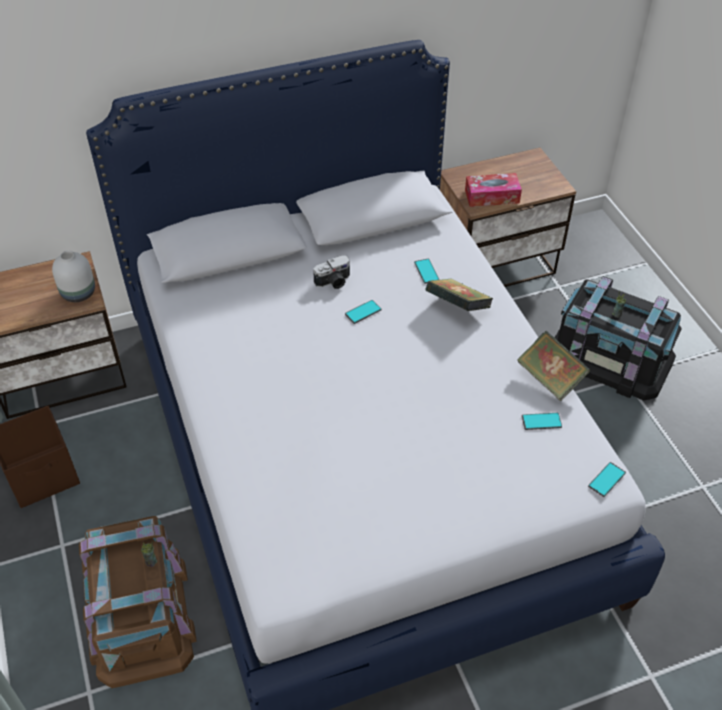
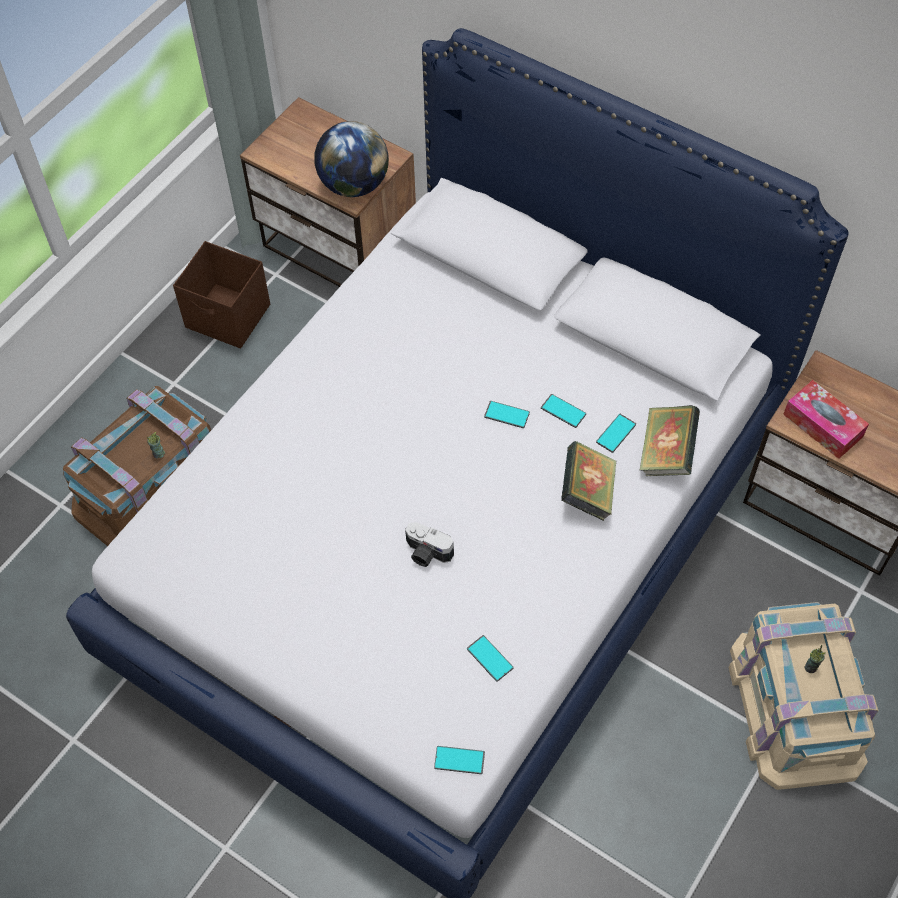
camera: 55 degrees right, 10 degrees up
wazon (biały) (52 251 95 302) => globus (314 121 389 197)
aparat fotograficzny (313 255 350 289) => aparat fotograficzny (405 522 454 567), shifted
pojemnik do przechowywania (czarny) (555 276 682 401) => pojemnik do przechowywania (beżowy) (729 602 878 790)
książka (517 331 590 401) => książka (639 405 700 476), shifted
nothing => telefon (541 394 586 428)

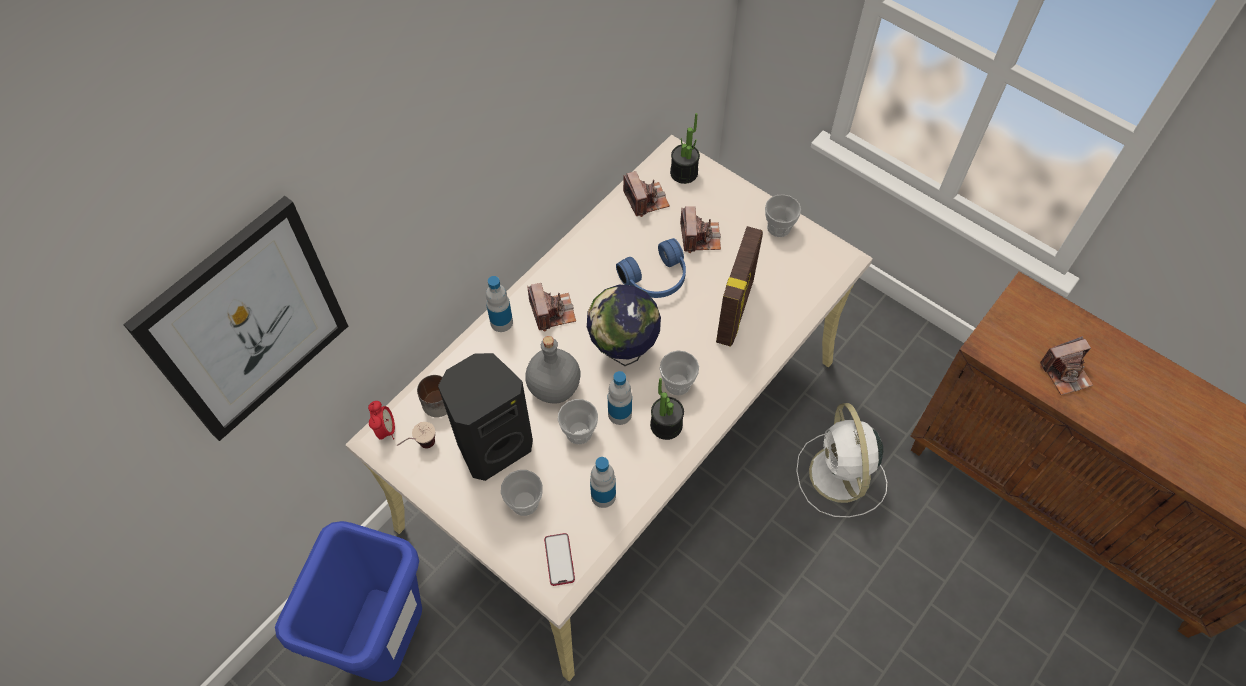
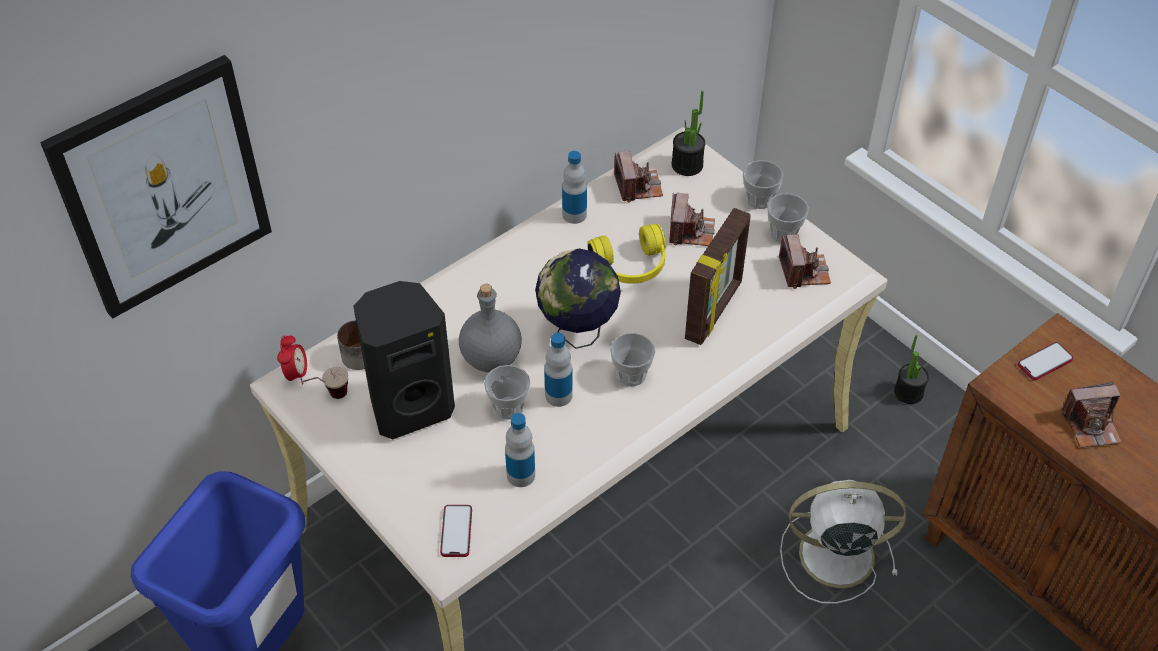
camera: 10 degrees right, 10 degrees down
słuchawki (niebieski) (616 238 686 298) => słuchawki (żółty) (587 224 666 284)
butelka (486 276 513 332) => butelka (562 151 587 224), shifted
aparat fotograficzny (527 283 576 331) => aparat fotograficzny (779 234 831 289), shifted
roślina doniczkowa (650 378 684 440) => roślina doniczkowa (894 335 929 404), shifted
wentylator (biały) (796 403 887 518) => wentylator (biały) (780 480 906 604), 90 degrees clockwise
filiżanka (501 470 543 516) => filiżanka (743 160 783 209), shifted
nothing => telefon (1018 342 1073 380)

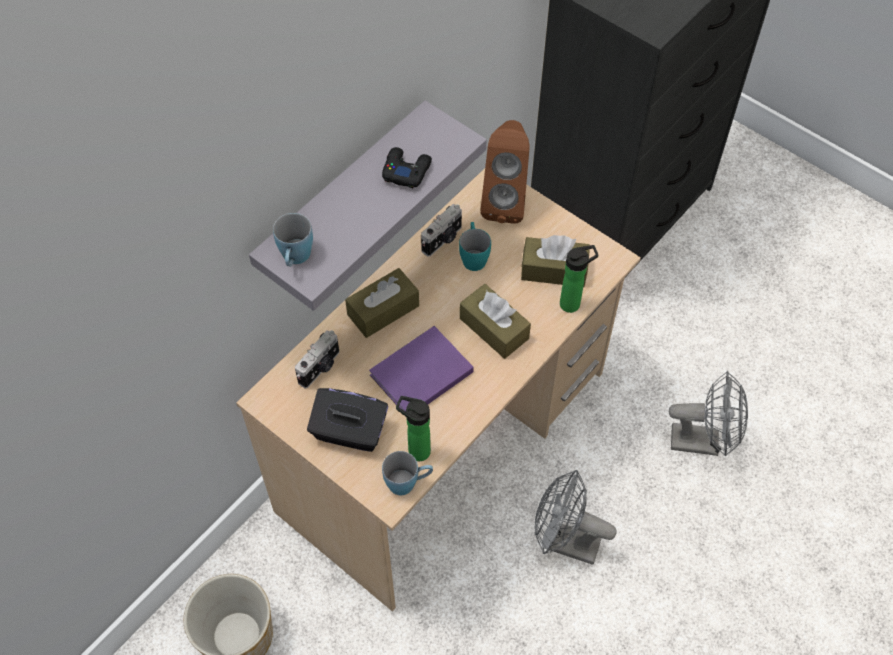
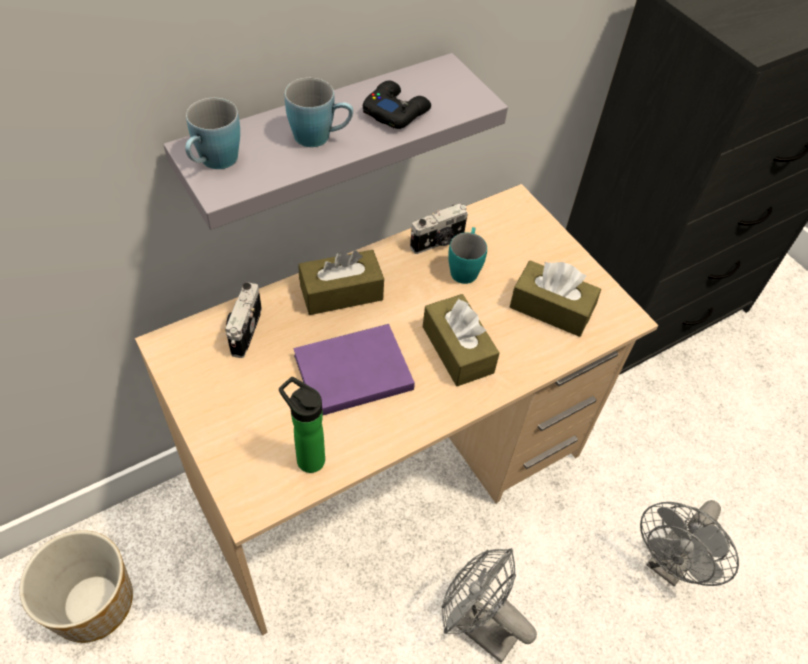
camera: 15 degrees right, 5 degrees down
głośnik (brązowy) (480 120 529 224) => nothing
butelka (560 245 598 313) => nothing
aparat fotograficzny (295 330 339 388) => aparat fotograficzny (225 282 262 358), 135 degrees clockwise
wentylator (szary) (669 371 748 457) => wentylator (szary) (640 500 739 586), 105 degrees clockwise
pudełko chusteczek (czarny) (307 388 388 452) => nothing
kubek (niebieski) (382 451 433 496) => kubek (niebieski) (285 78 353 147), shifted

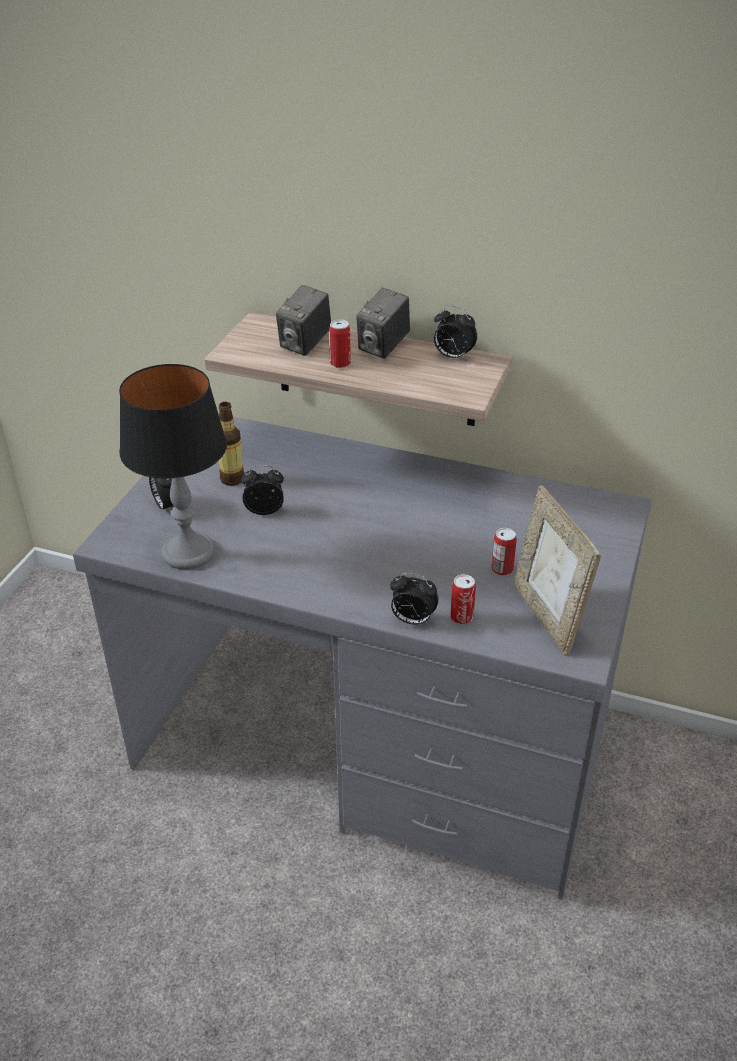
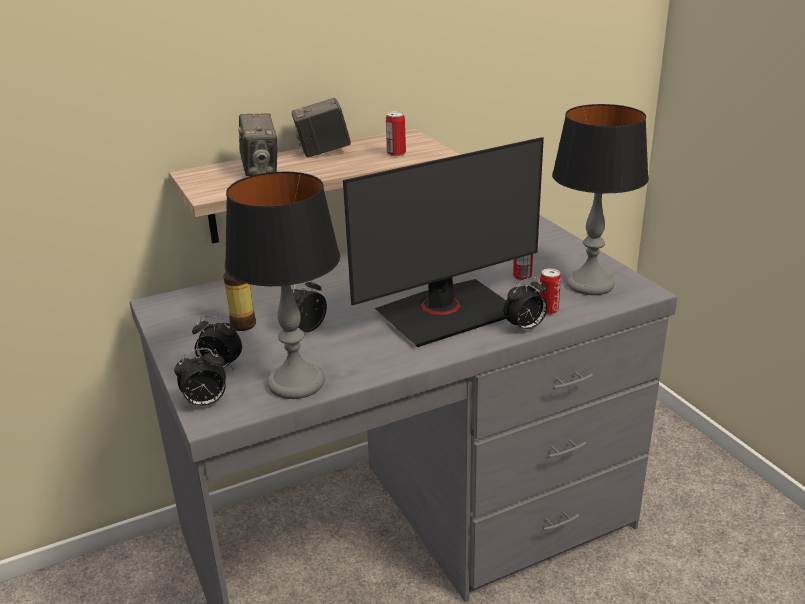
camera: 45 degrees left, 10 degrees down
aparat fotograficzny (356 288 410 359) => aparat fotograficzny (292 97 351 158), 90 degrees clockwise
budzik (434 306 477 361) => budzik (174 348 226 408), shifted
puszka (329 320 351 368) => puszka (386 111 406 156), shifted
ramka na zdjęcie (514 485 601 656) => lampa stołowa (552 104 649 295)
nothing => monitor (343 137 544 347)

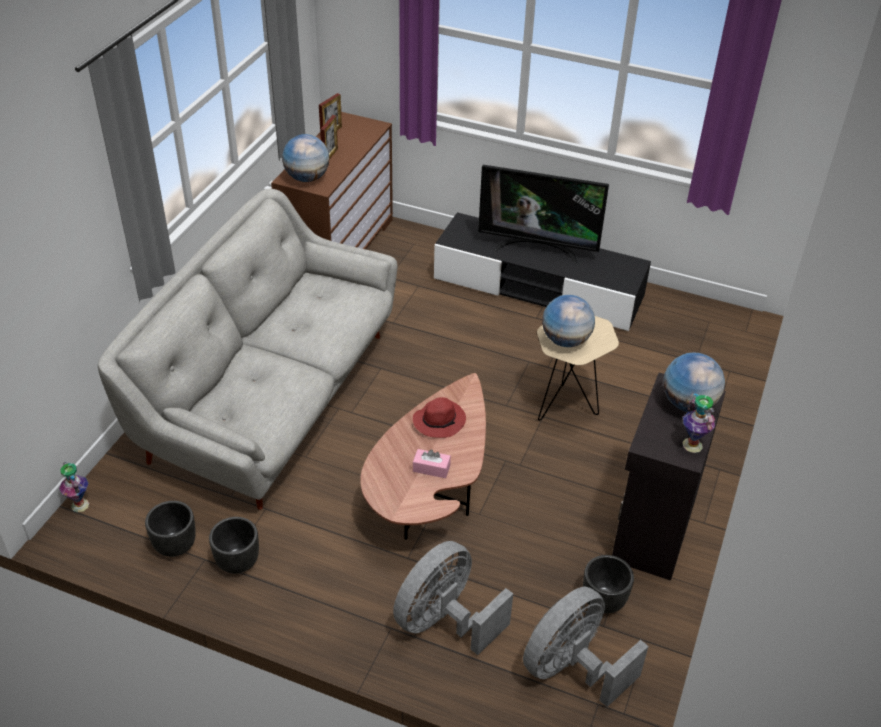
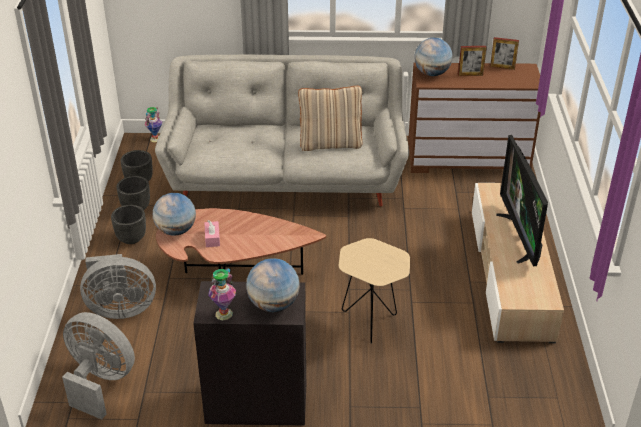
camera: 70 degrees right, 5 degrees down
szafka pod telewizor (czarny) (434 212 651 331) => szafka pod telewizor (beżowy) (472 183 564 343)
globus (542 295 595 347) => globus (153 193 196 236), shifted
kapelusz (czerwony) (413 397 466 438) => nothing
wentylator (szary) (393 541 513 655) => wentylator (szary) (80 254 156 319), 150 degrees clockwise
donica (czarny) (583 555 634 613) => donica (czarny) (111 205 146 244), shifted
nothing => poduszka (beżowy) (298 86 363 151)

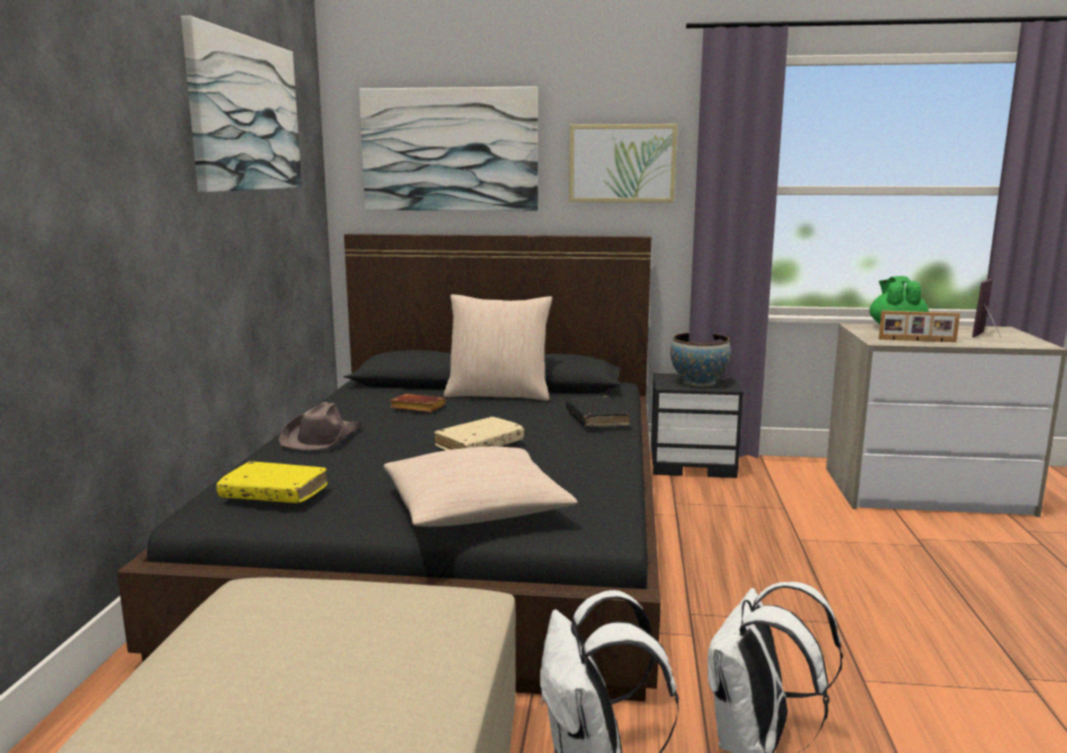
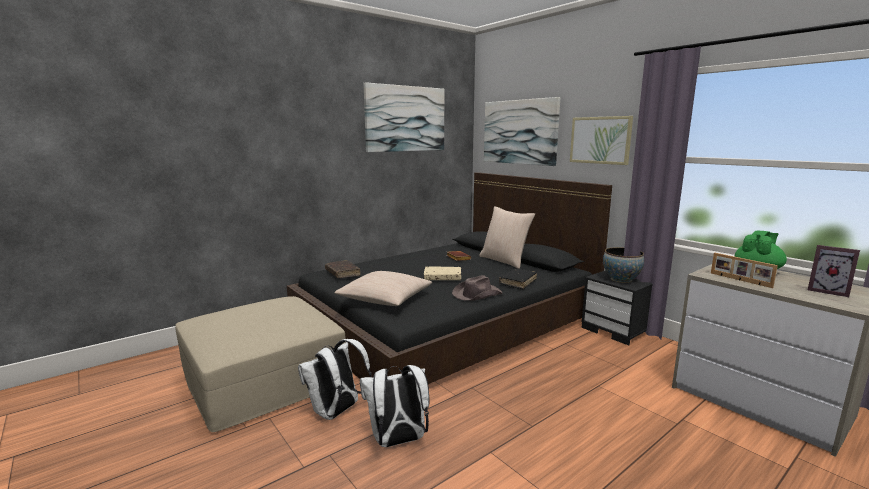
camera: 45 degrees right, 0 degrees up
ramka na zdjęcie (972 279 1000 337) => ramka na zdjęcie (808 245 860 297), 135 degrees counterclockwise
kapelusz (brązowy) (279 402 362 450) => kapelusz (brązowy) (452 275 503 301), shifted
książka (żółty) (216 461 328 503) => książka (brązowy) (325 260 361 278)

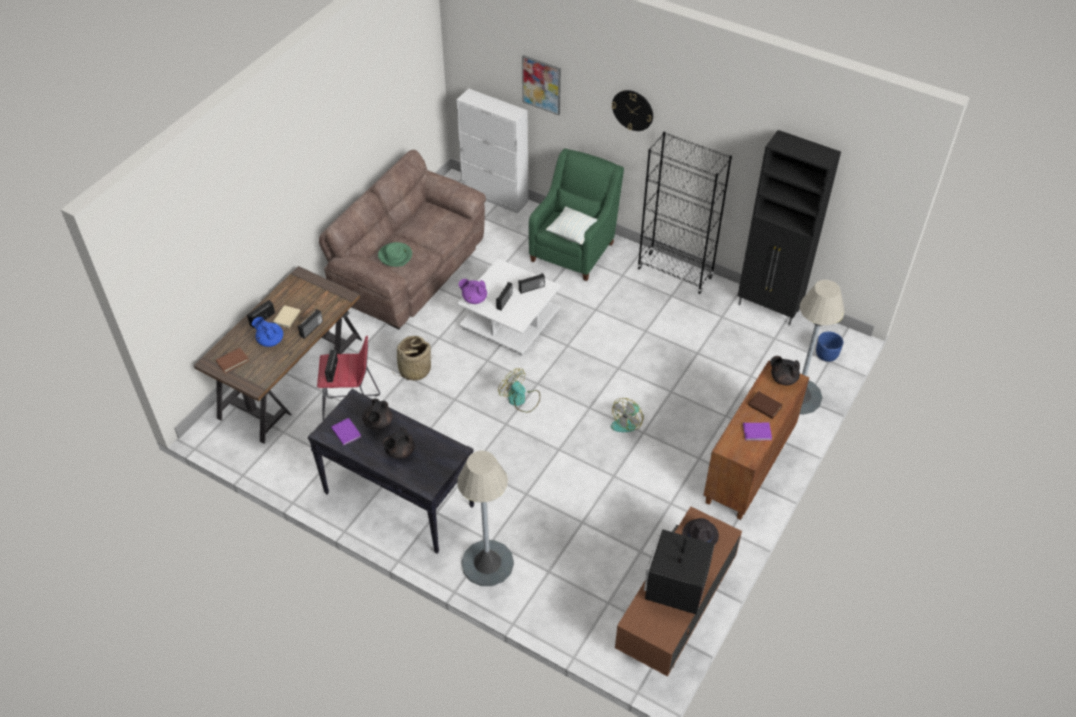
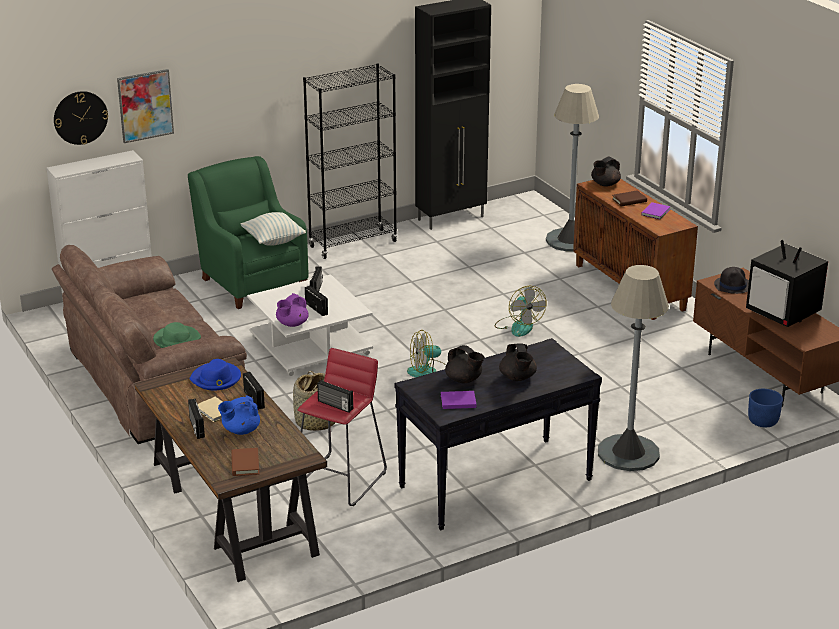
camera: 60 degrees left, 20 degrees down
zegar ścienny (612 90 653 131) => zegar ścienny (54 91 108 145), shifted
donica (niebieski) (816 331 843 362) => donica (niebieski) (748 389 783 427), shifted
nothing => kapelusz (niebieski) (190 359 241 390)

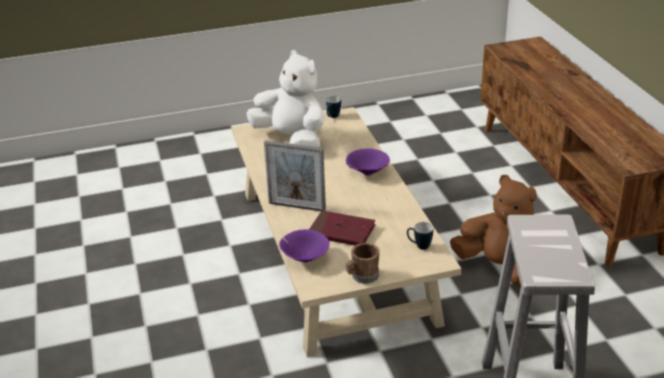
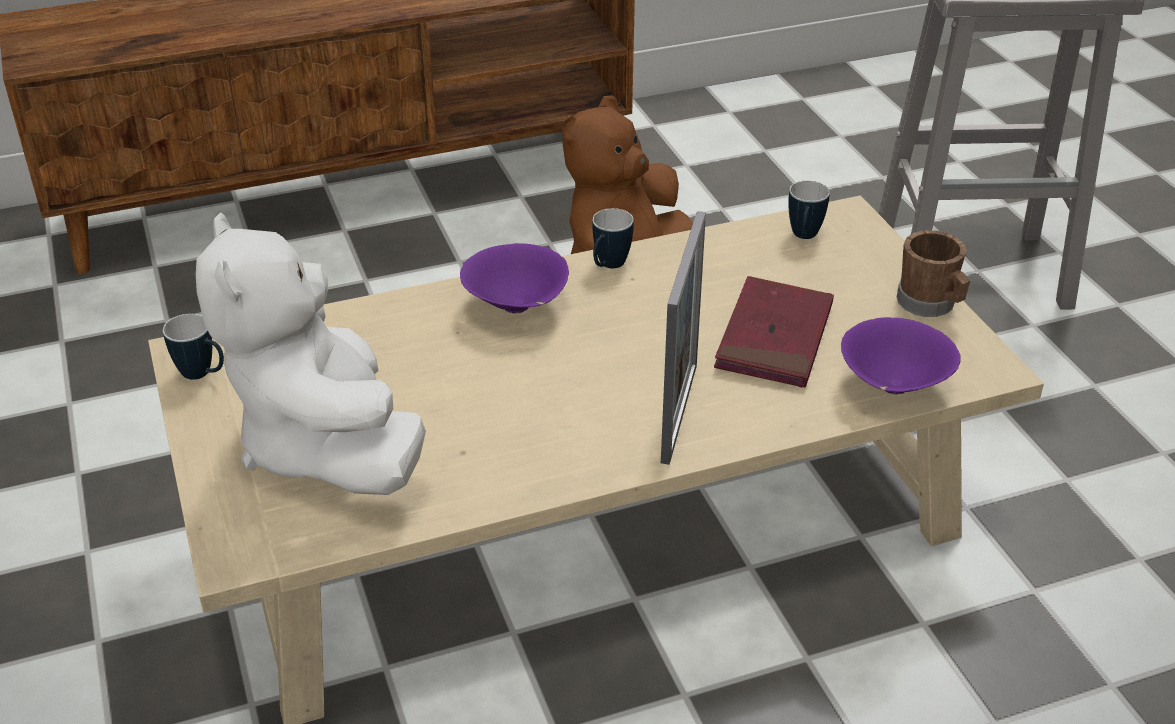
camera: 95 degrees left, 5 degrees up
pluszak (biały) (246 50 325 147) => pluszak (biały) (196 212 426 495), 60 degrees counterclockwise
nothing => kubek (592 208 634 268)

